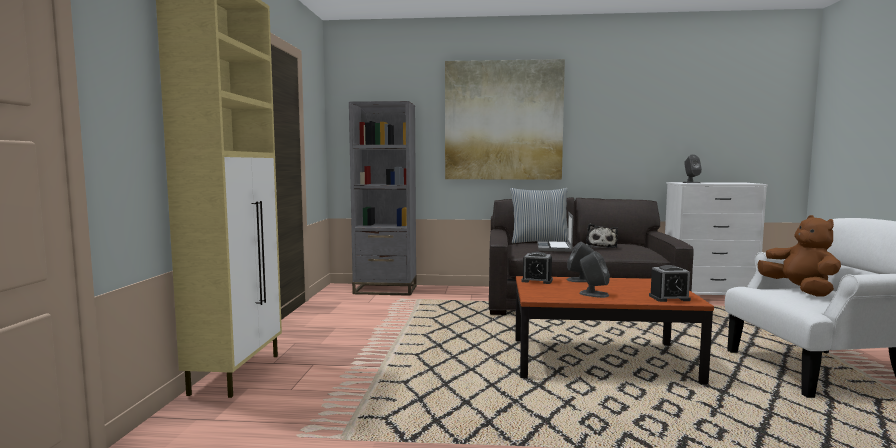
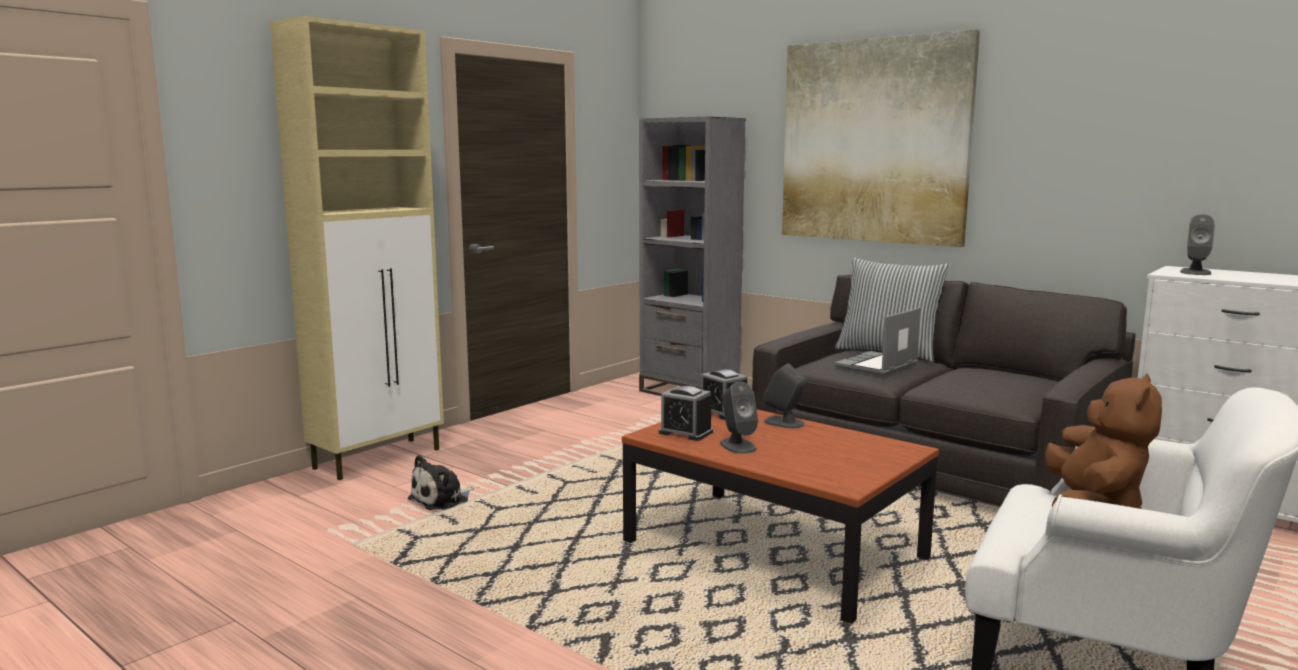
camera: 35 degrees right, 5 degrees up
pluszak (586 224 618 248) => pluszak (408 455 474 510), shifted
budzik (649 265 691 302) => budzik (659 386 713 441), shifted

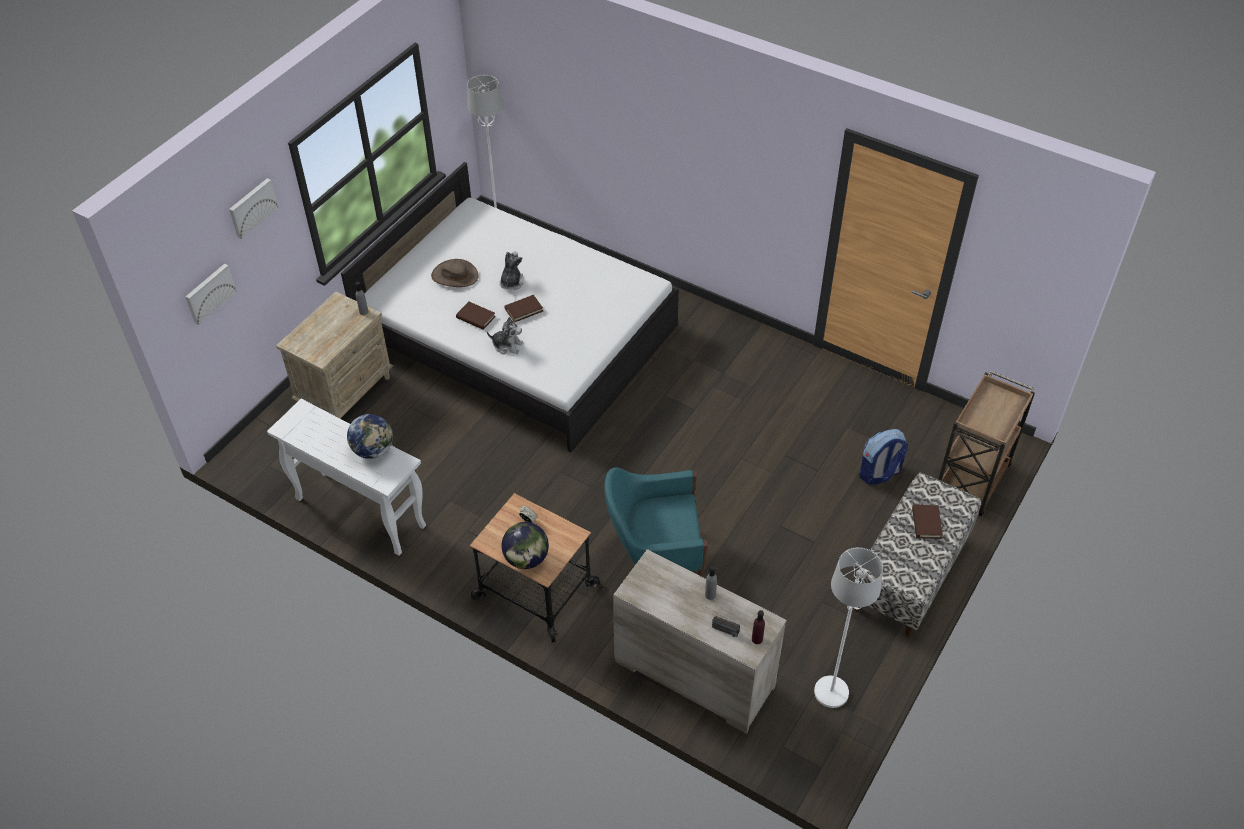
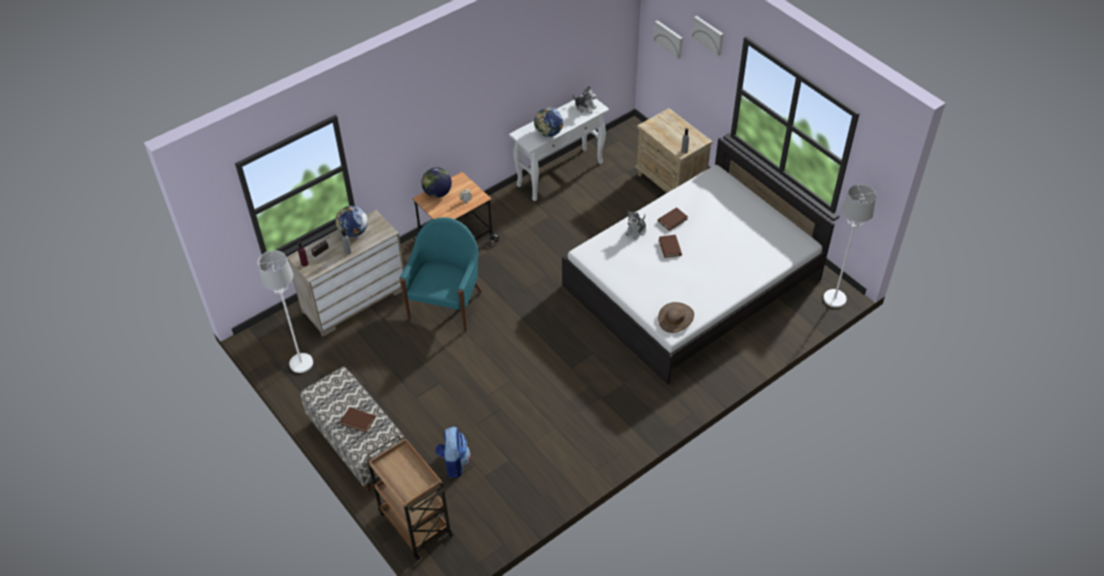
camera: 110 degrees right, 0 degrees up
pluszak (500 251 523 290) => pluszak (573 86 597 114), shifted
kapelusz (brązowy) (431 259 478 287) => kapelusz (brązowy) (658 302 694 333), shifted
nothing => globus (335 206 368 237)

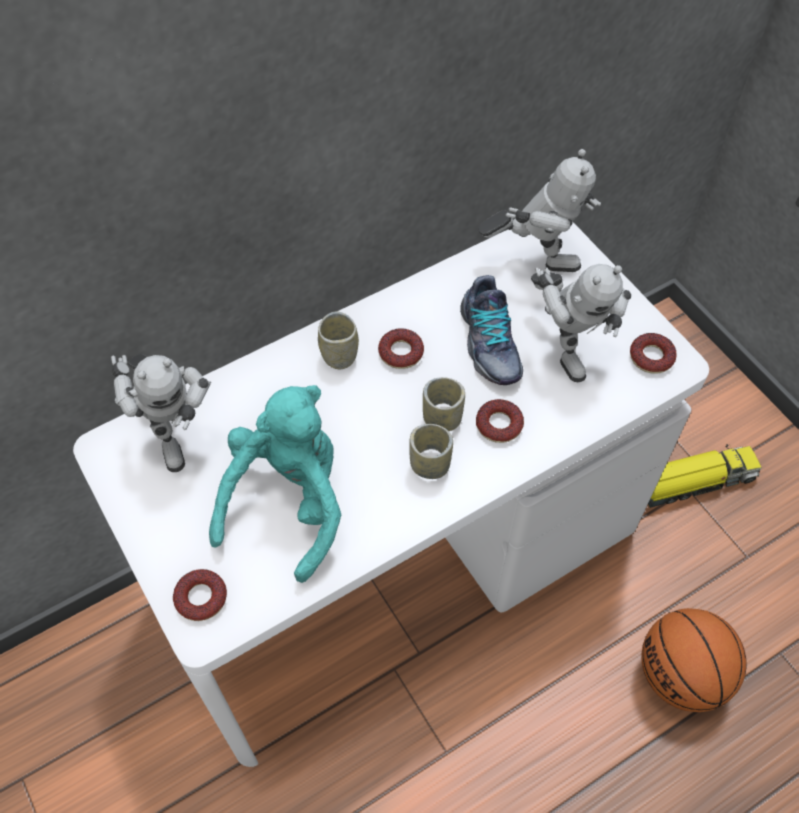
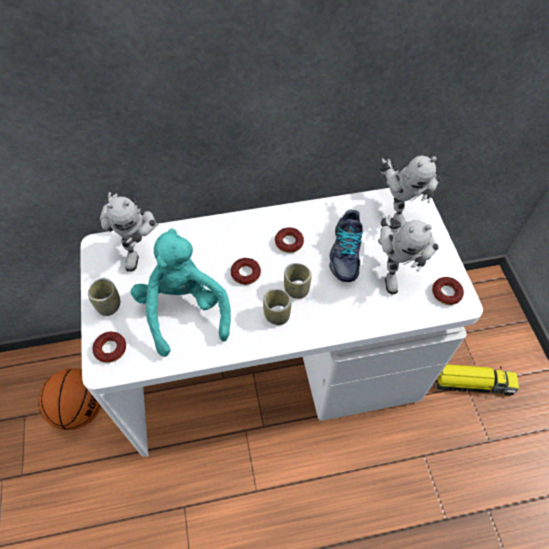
camera: 20 degrees right, 0 degrees up
robot zabawkowy (478 149 601 272) => robot zabawkowy (379 156 440 228), 45 degrees clockwise
filiżanka (318 312 359 369) => filiżanka (88 278 120 316), shifted
pluszak (turkusowy) (209 385 341 583) => pluszak (turkusowy) (131 228 231 357), 60 degrees counterclockwise
donut (476 399 524 443) => donut (231 258 261 285), shifted
piłka do koszykówki (641 608 747 712) => piłka do koszykówki (38 368 101 430), shifted

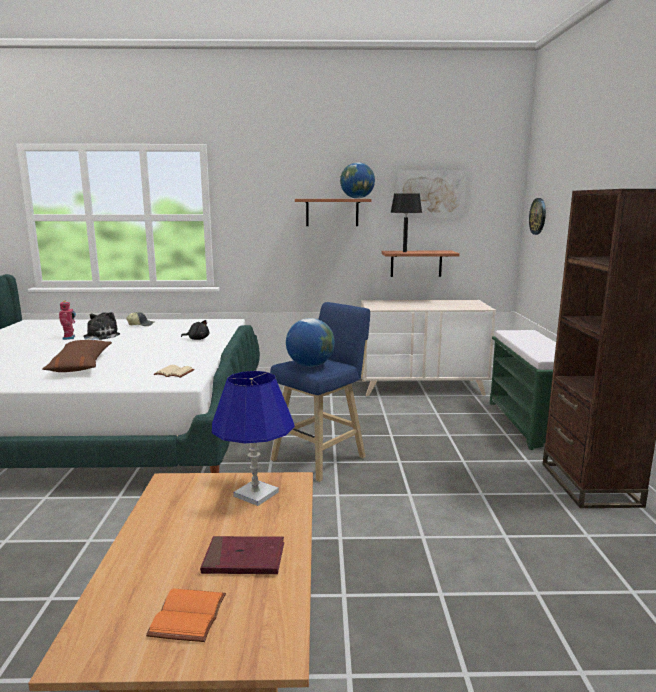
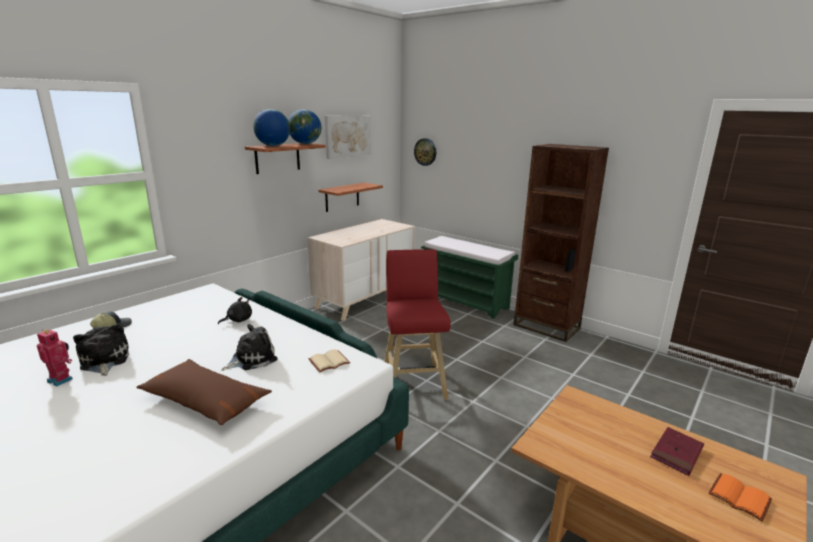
camera: 50 degrees left, 5 degrees up
lampa stołowa (czarny) (390 193 422 252) => nothing
stołek (niebieski) (270 302 370 482) => stołek (czerwony) (384 249 451 400)
globus (286 318 335 367) => globus (253 109 290 146), shifted
lampa stołowa (niebieski) (212 371 295 506) => nothing
nothing => pluszak (221 324 278 371)

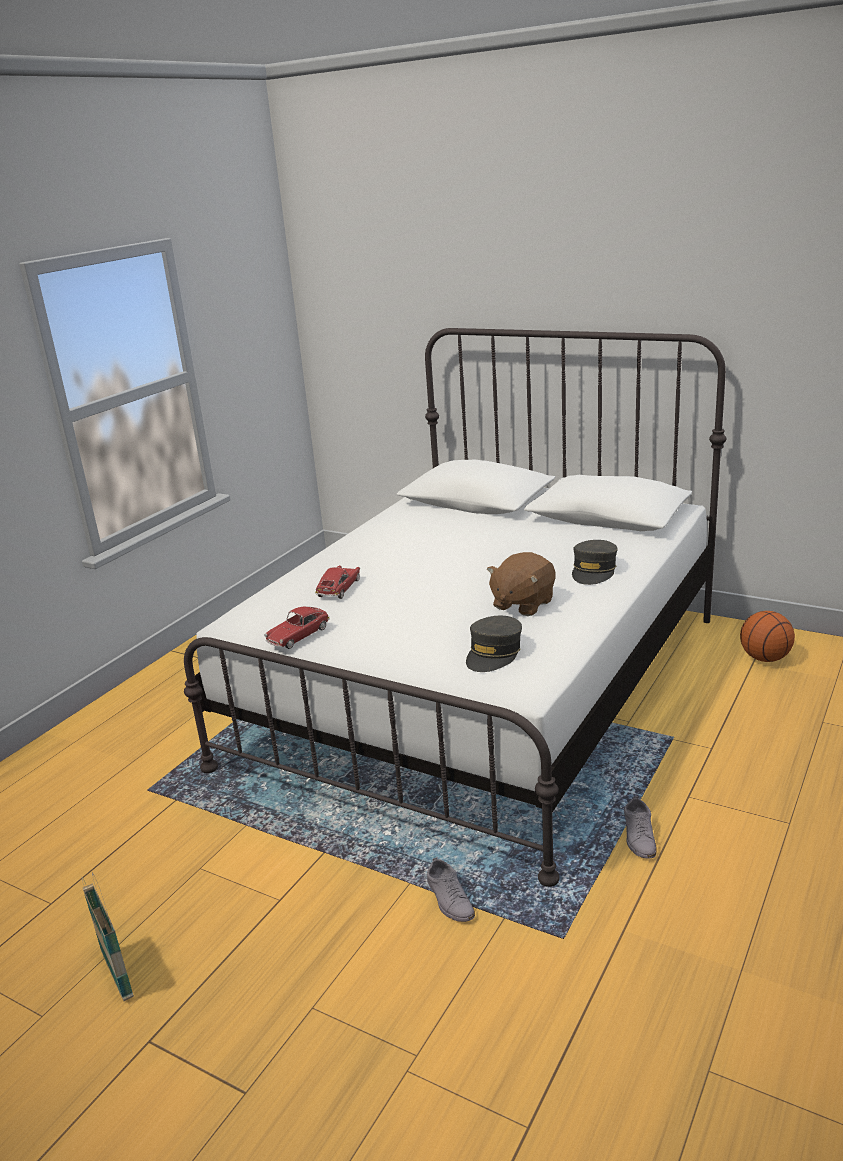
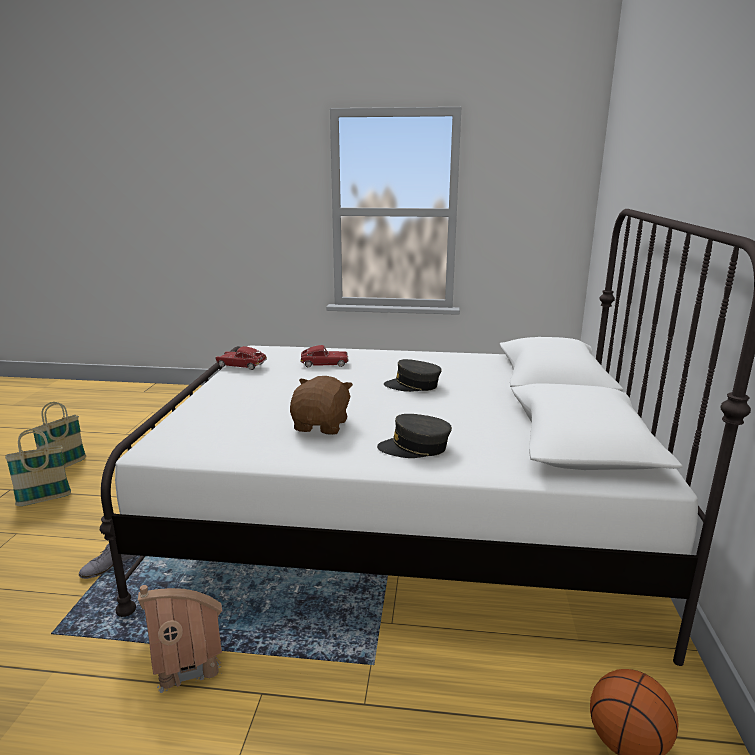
camera: 65 degrees right, 5 degrees down
pluszak (brązowy) (487 552 556 616) => pluszak (brązowy) (290 376 353 435), 90 degrees clockwise
czapka z daszkiem (szary) (466 616 522 672) => czapka z daszkiem (szary) (384 359 442 392), shifted
but (szary) (624 796 657 859) => domek (138 585 222 693)
nothing => koszyk (5 429 71 506)

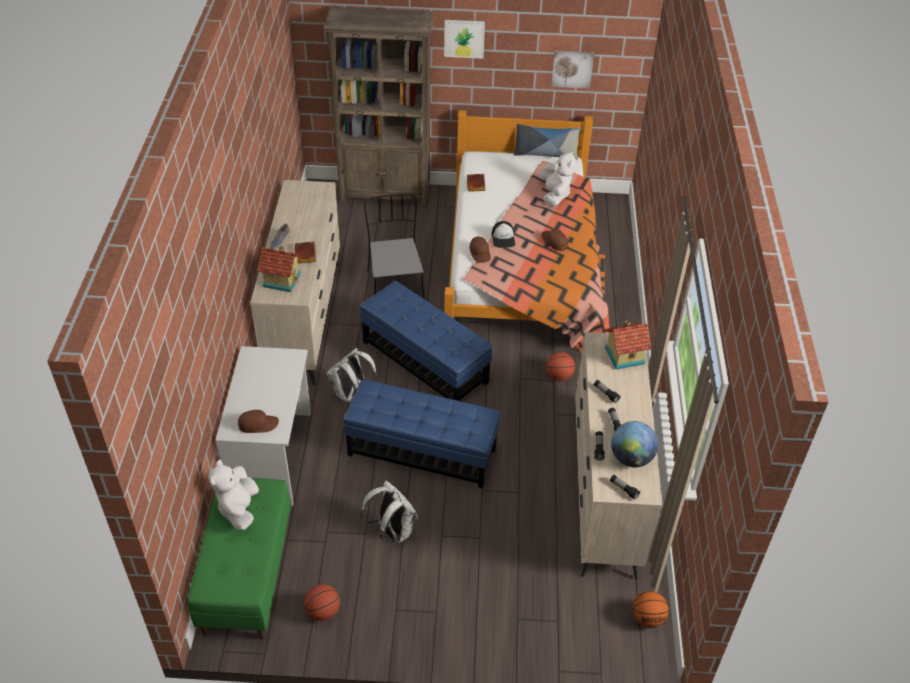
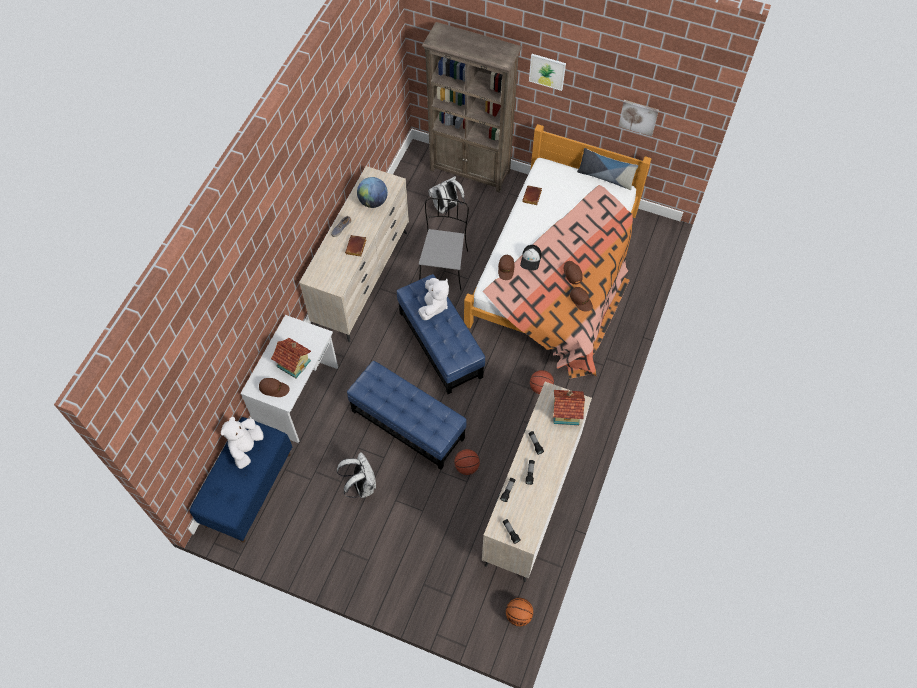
camera: 20 degrees right, 15 degrees up
pluszak (biały) (539 150 576 206) => pluszak (biały) (418 278 449 320), shifted
domek (258 246 302 292) => domek (271 338 311 378), shifted
plecak (biały) (326 348 378 402) => plecak (biały) (428 176 465 215), shifted
globus (611 421 658 467) => globus (357 177 388 208), shifted
ławka (zielony) (188 478 291 640) => ławka (niebieski) (190 417 292 543)
piłka do koszykówki (304 584 340 621) => piłka do koszykówki (454 449 480 475), shifted
nothing => czapka z daszkiem (brązowy) (570 287 593 312)

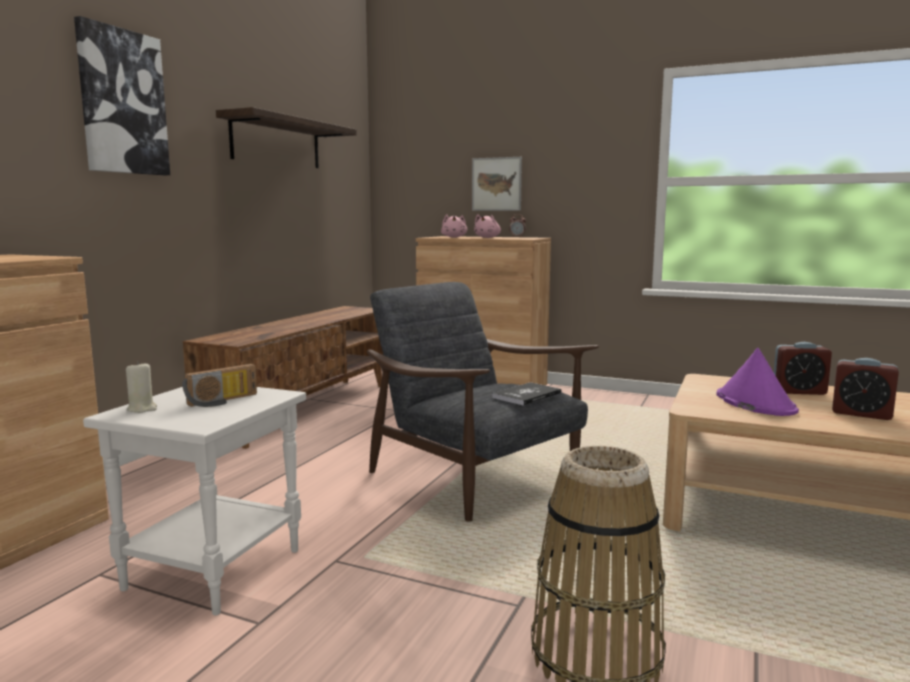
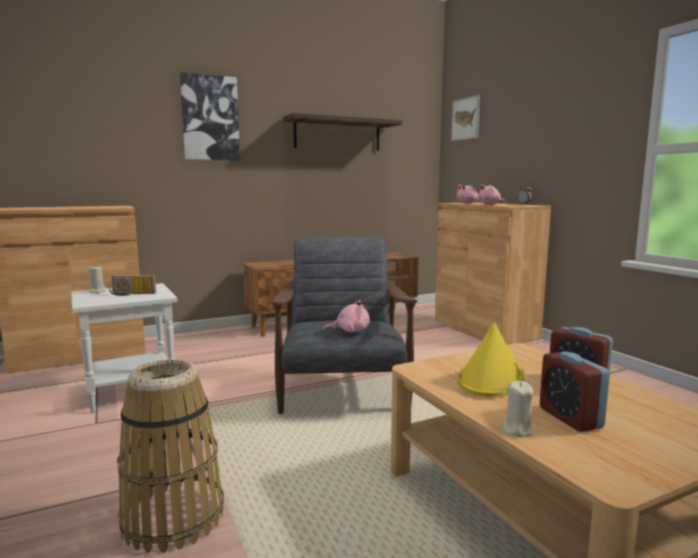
camera: 40 degrees right, 0 degrees up
obraz (472 157 522 211) => obraz (451 95 480 141), shifted
kapelusz (fioletowy) (716 348 799 416) => kapelusz (żółty) (458 322 524 396)
książka (492 382 562 406) => pluszak (różowy) (324 300 370 332)
nothing => świeca (beżowy) (501 381 533 437)

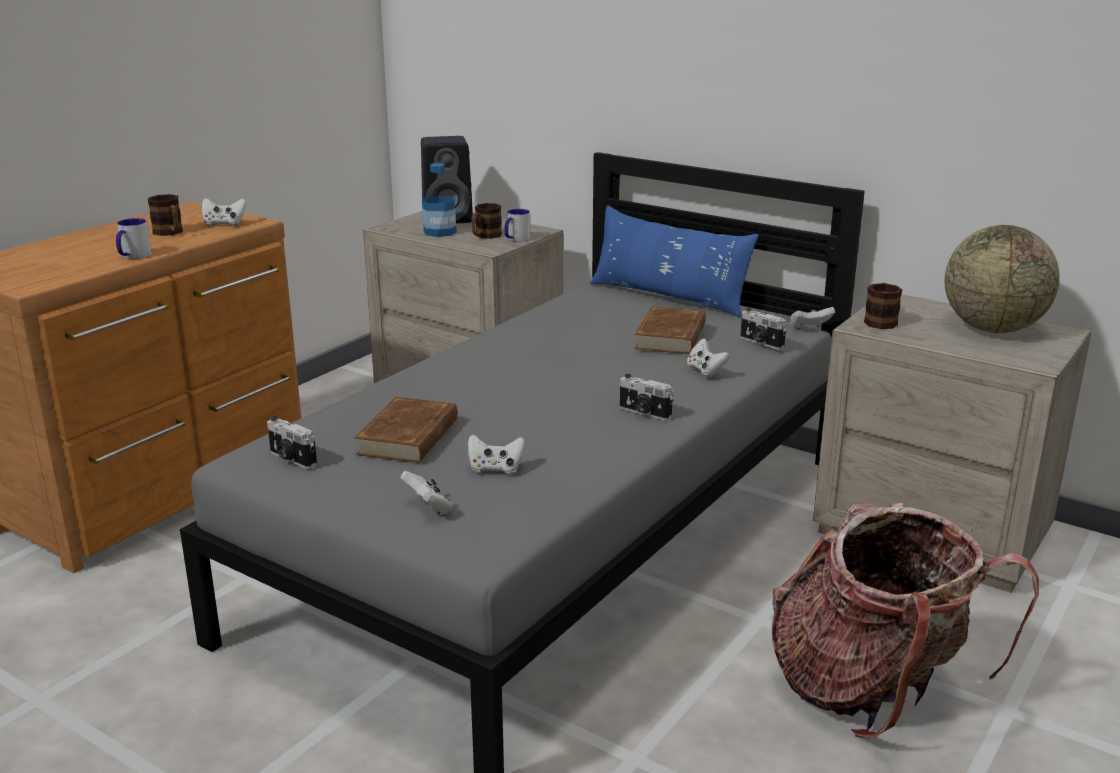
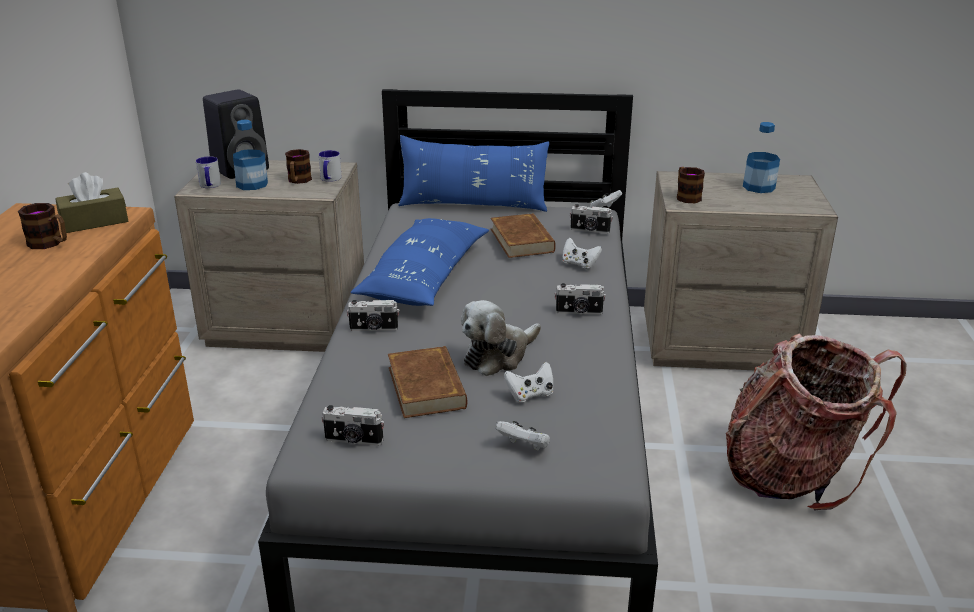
camera: 30 degrees left, 5 degrees up
pad do gier (biały) (202 198 246 226) => pudełko chusteczek (brązowy) (55 172 128 233)
kubek (116 218 152 259) => kubek (196 156 221 188), shifted
globus (945 225 1060 333) => butelka (743 122 780 193)
nothing => poduszka (niebieski) (351 218 489 306)
nothing => aparat fotograficzny (347 300 399 331)
nothing => pluszak (461 300 541 376)

